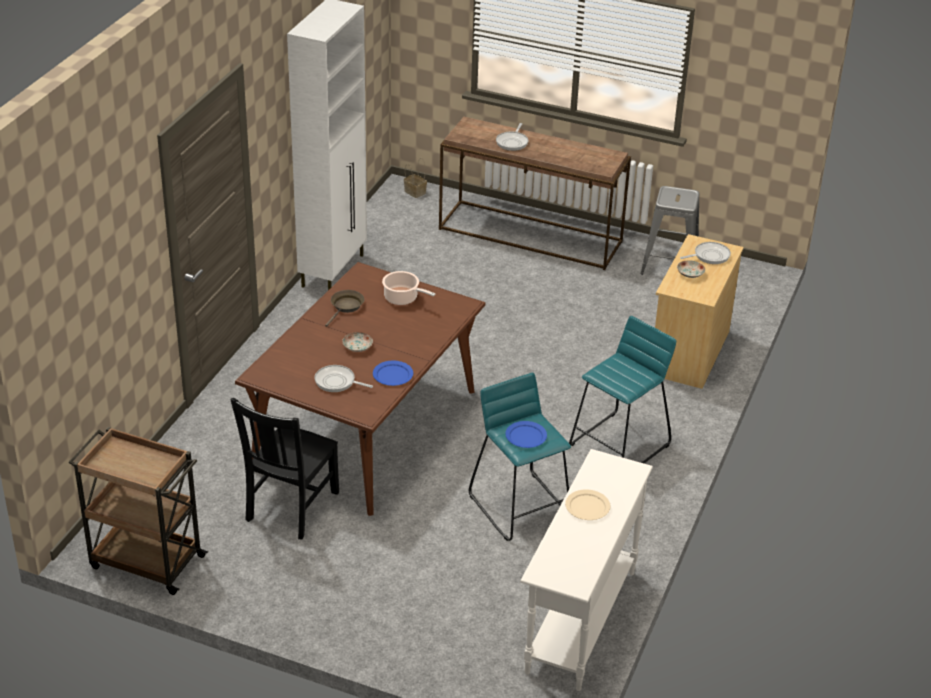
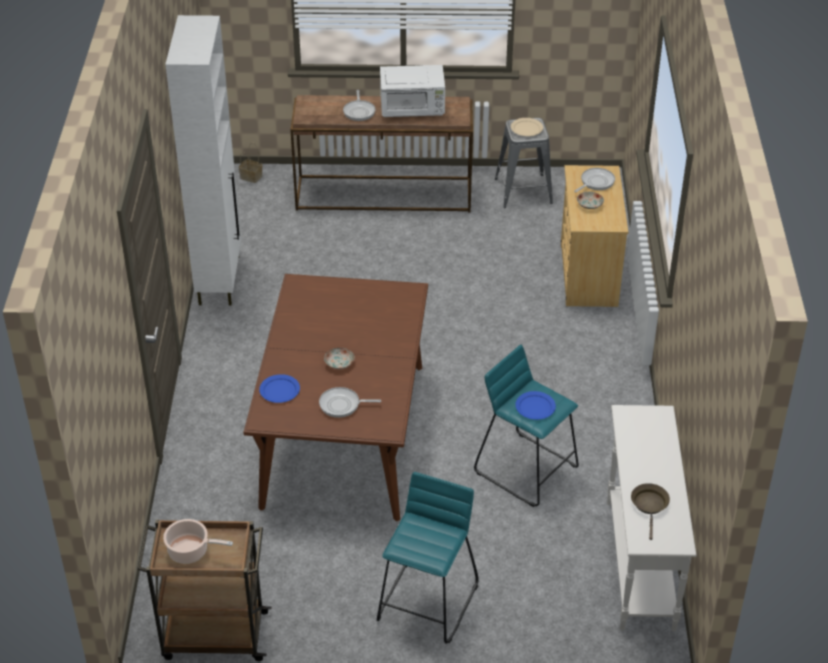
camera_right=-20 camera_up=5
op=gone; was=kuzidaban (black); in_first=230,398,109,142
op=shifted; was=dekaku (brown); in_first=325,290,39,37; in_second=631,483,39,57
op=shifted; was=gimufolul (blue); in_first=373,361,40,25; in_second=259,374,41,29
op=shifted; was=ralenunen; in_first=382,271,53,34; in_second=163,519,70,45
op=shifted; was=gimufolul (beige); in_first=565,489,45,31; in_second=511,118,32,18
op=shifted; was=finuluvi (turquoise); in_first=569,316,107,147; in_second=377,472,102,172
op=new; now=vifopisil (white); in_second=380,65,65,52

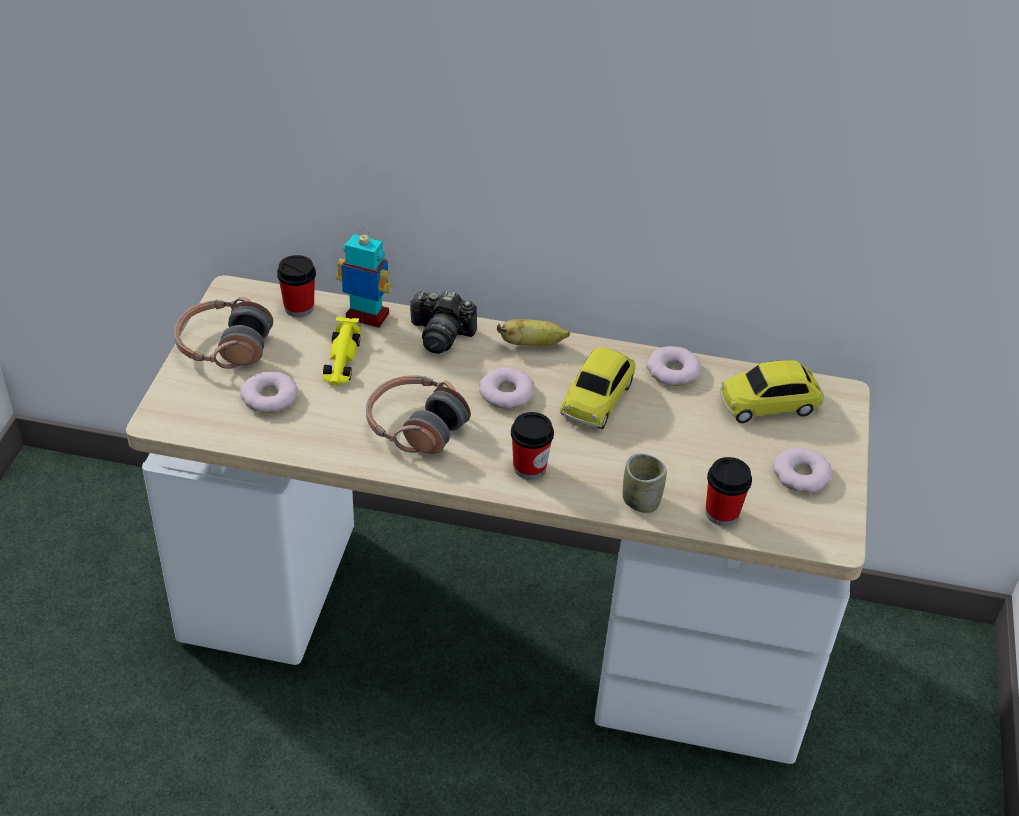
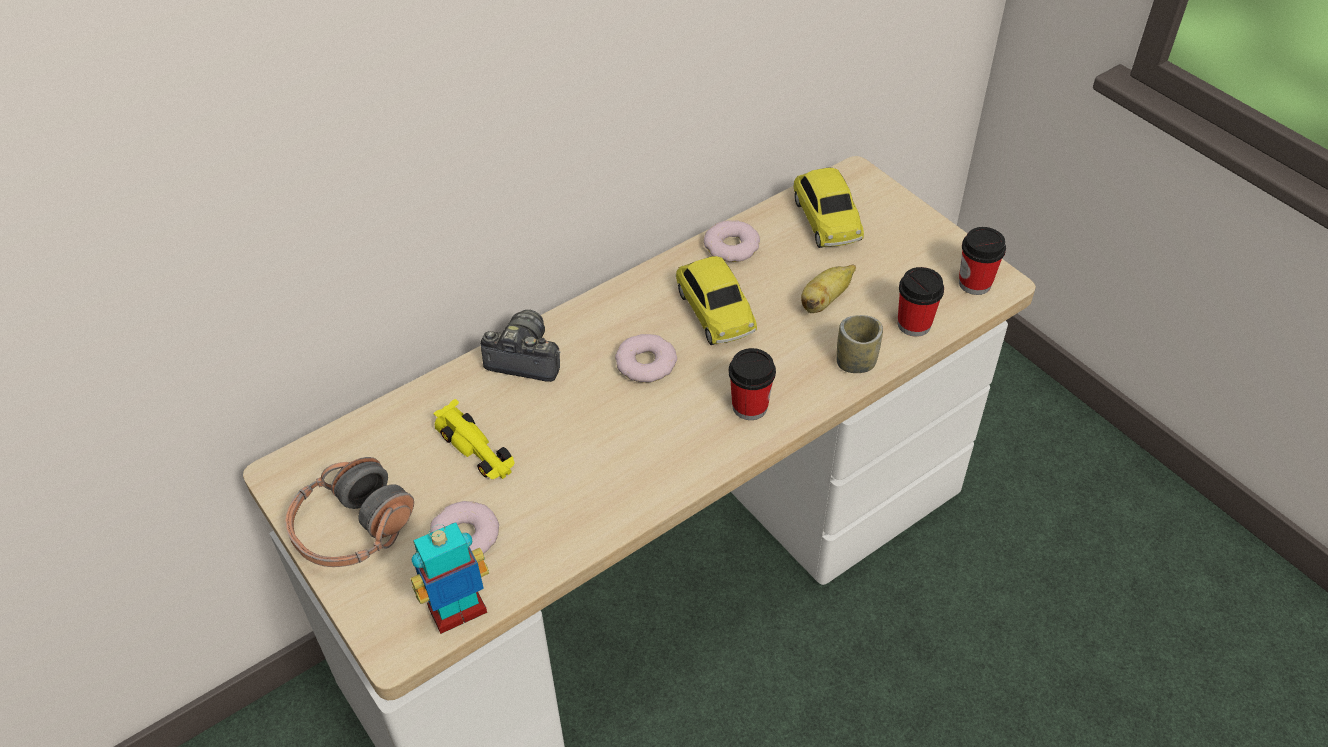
camera_right=-45 camera_up=5
op=shifted; was=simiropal; in_first=277,255,39,62; in_second=959,227,47,68
op=shifted; was=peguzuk; in_first=336,227,57,101; in_second=411,522,78,112
op=gone; was=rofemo; in_first=366,375,105,79
op=rotated; was=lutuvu; in_first=409,290,68,64; in_second=481,310,79,72; clockwise=-135
op=shifted; was=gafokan; in_first=497,319,73,27; in_second=801,264,55,49
op=rotated; was=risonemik; in_first=720,360,104,63; in_second=793,167,71,81; clockwise=-45
op=gone; was=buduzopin; in_first=773,447,59,46

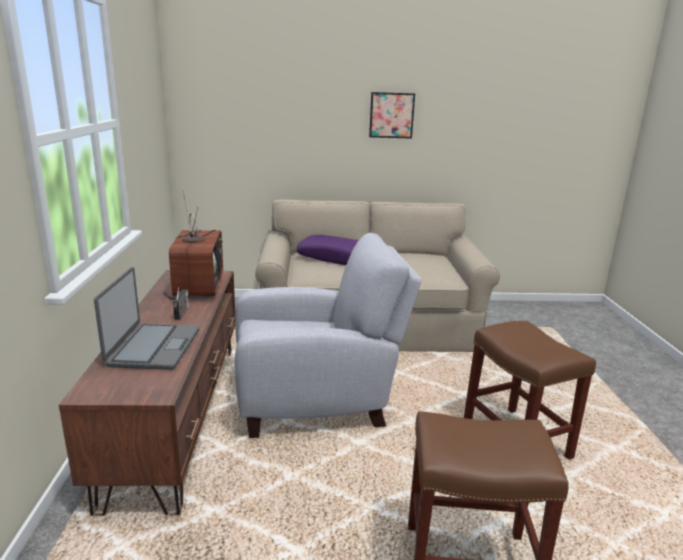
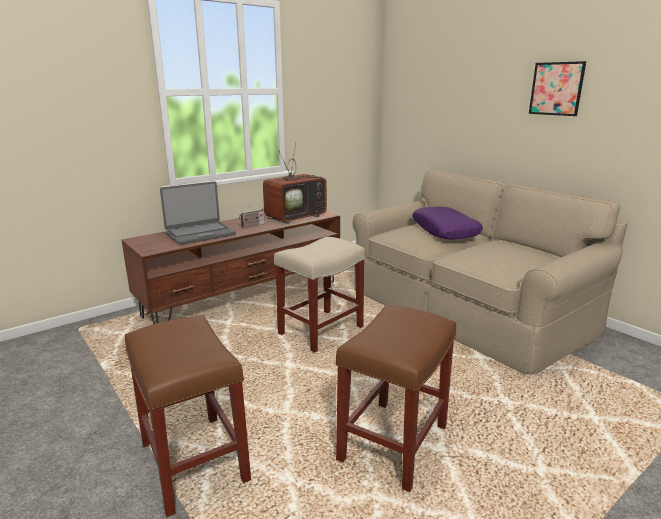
camera_right=55 camera_up=0
op=swapped; was=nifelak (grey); now=finuluvi (beige); in_first=235,233,187,205; in_second=274,237,91,116

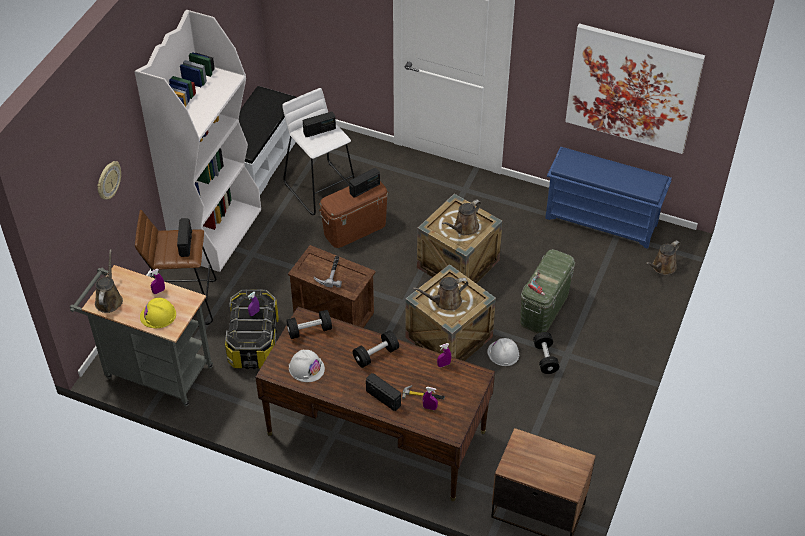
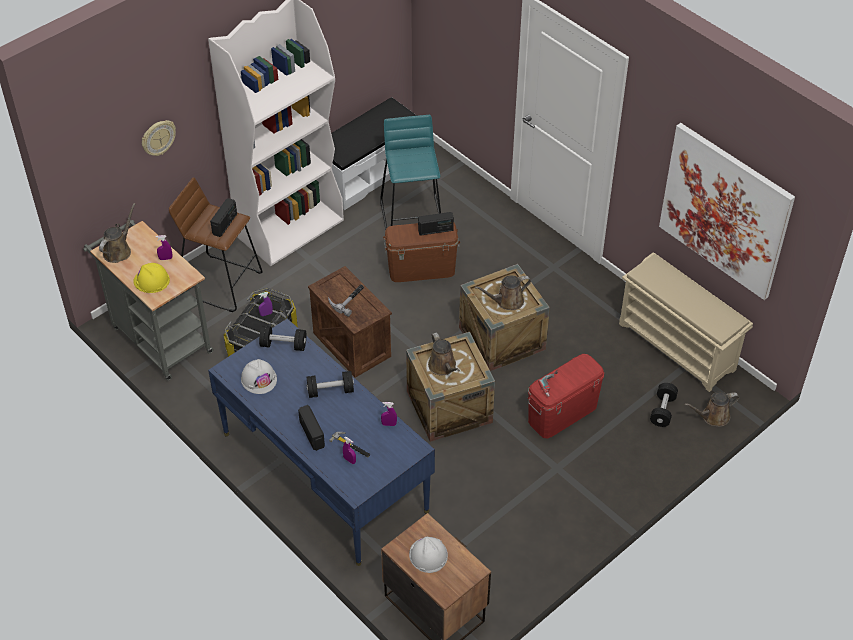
camera_right=25 camera_up=0
op=repainted; was=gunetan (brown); now=gunetan (blue); in_first=255,307,240,194; in_second=208,319,227,247
op=repainted; was=finuluvi (white); now=finuluvi (turquoise); in_first=282,88,72,127; in_second=380,115,61,116
op=gone; was=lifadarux; in_first=303,112,33,25
op=rotated; was=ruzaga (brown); in_first=413,277,55,34; in_second=428,333,32,42; clockwise=-120
op=shifted; was=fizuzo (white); in_first=487,338,32,28; in_second=409,537,39,36
op=repainted; was=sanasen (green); now=sanasen (red); in_first=520,249,55,84; in_second=527,354,77,85
op=shifted; was=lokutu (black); in_first=533,332,26,42; in_second=650,383,28,44
op=repainted; was=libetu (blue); now=libetu (beige); in_first=545,147,127,102; in_second=619,252,134,140

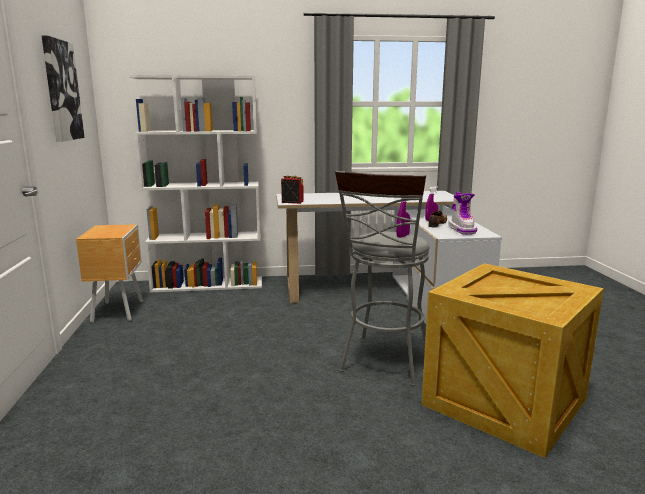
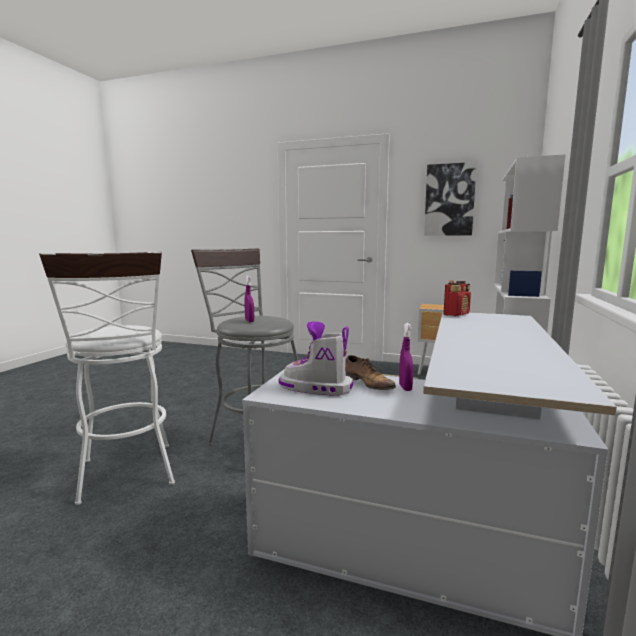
camera_right=115 camera_up=-5
op=swapped; was=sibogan; now=finuluvi (white); in_first=422,263,182,195; in_second=39,252,136,253

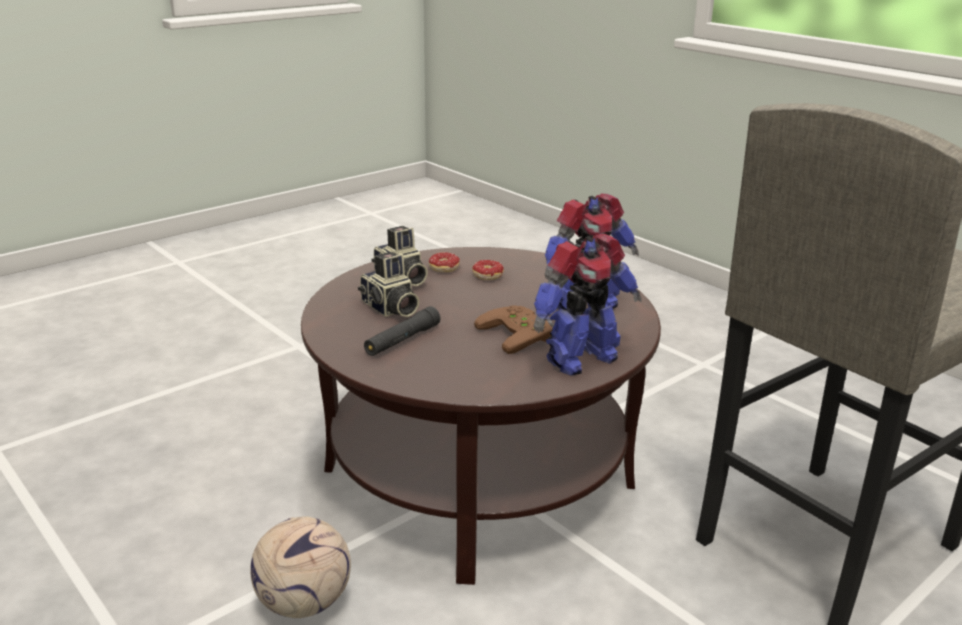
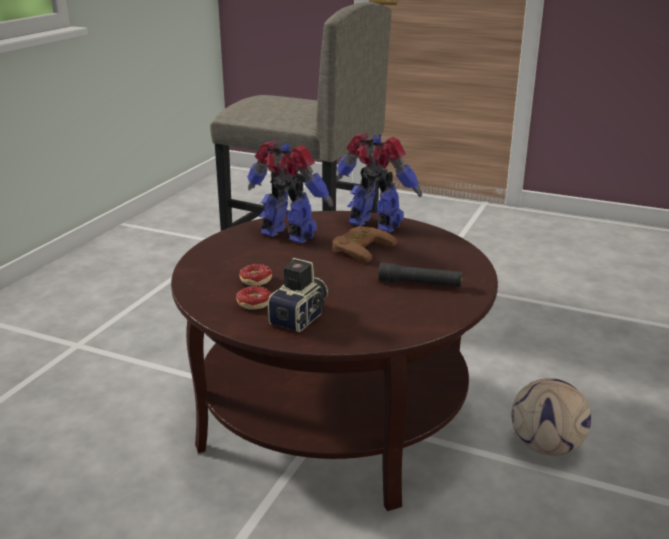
camera_right=-115 camera_up=0
op=gone; was=lutuvu; in_first=358,252,61,65

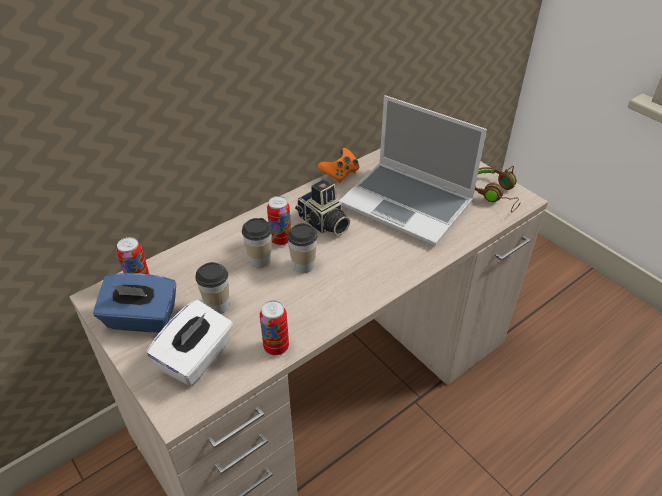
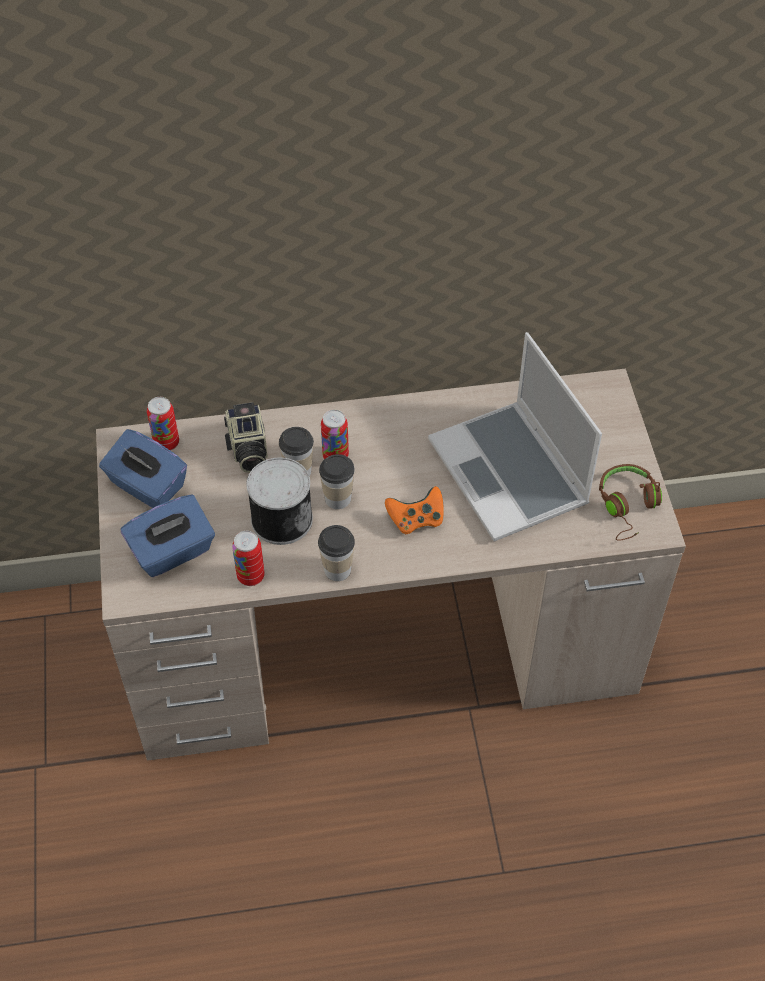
camera_right=30 camera_up=10
op=repainted; was=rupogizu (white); now=rupogizu (blue); in_first=147,300,86,86; in_second=121,494,94,83
op=shifted; was=simiropal; in_first=196,262,33,52; in_second=318,525,37,56
op=shifted; was=lutuvu; in_first=295,179,55,56; in_second=224,402,44,71
op=shifted; was=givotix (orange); in_first=317,148,42,35; in_second=385,486,59,49
op=new; now=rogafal; in_second=246,457,67,88

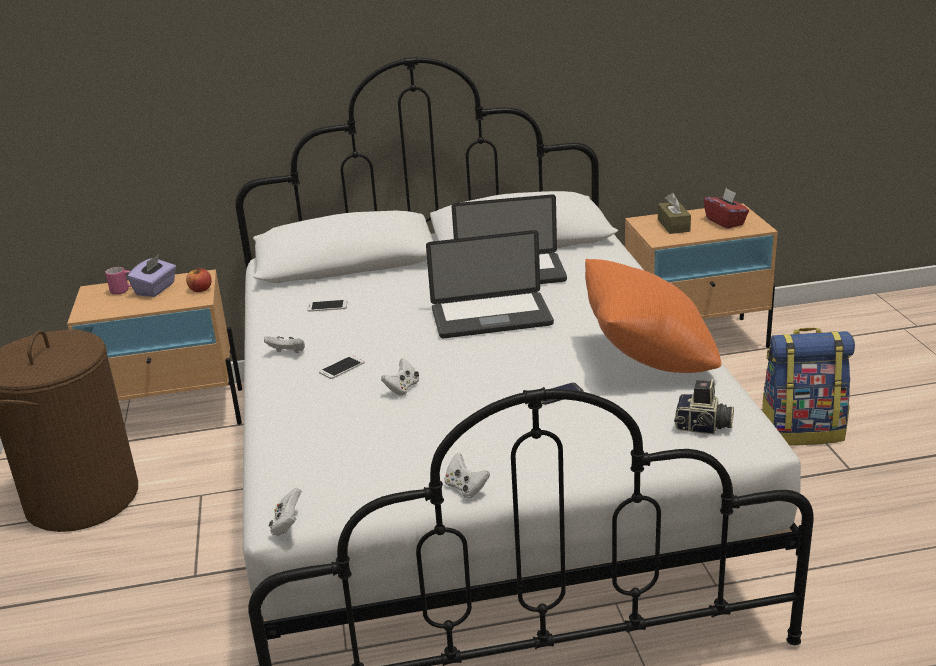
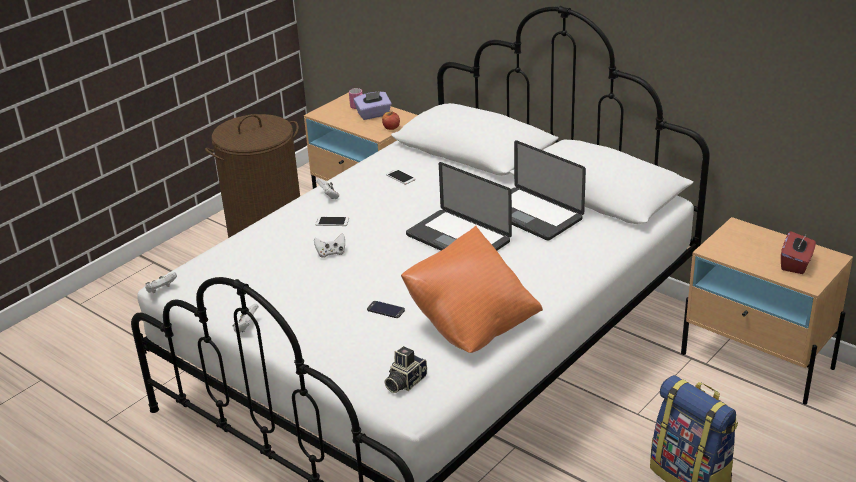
camera_right=50 camera_up=5
op=gone; was=rupogizu (brown); in_first=658,193,33,41
op=rotated; was=lutuvu; in_first=674,379,60,55; in_second=384,347,43,46; clockwise=60

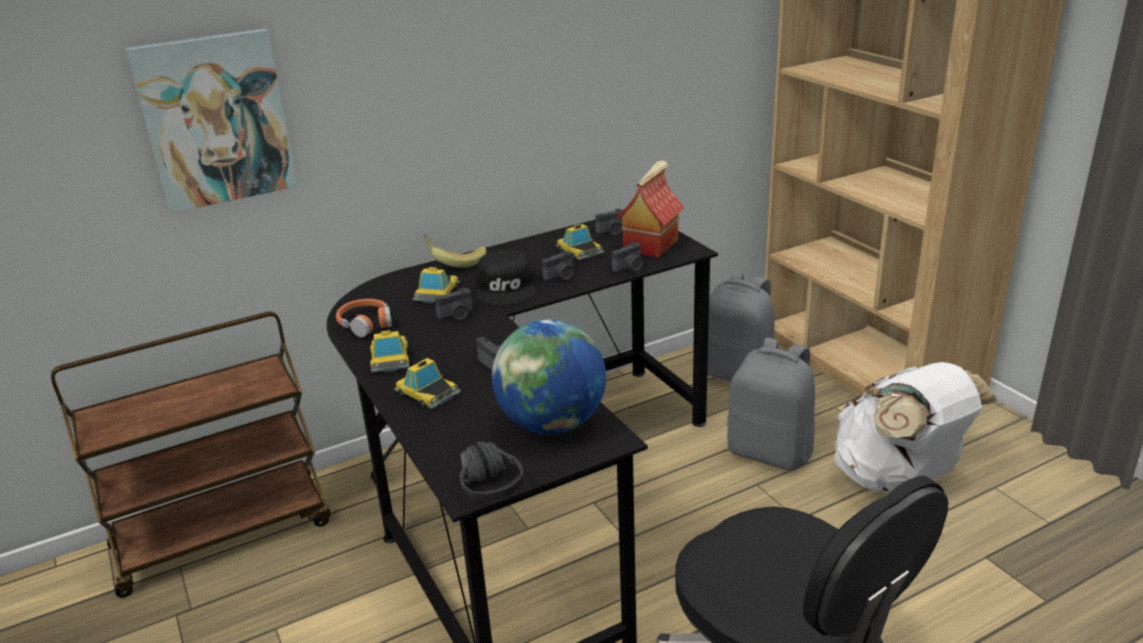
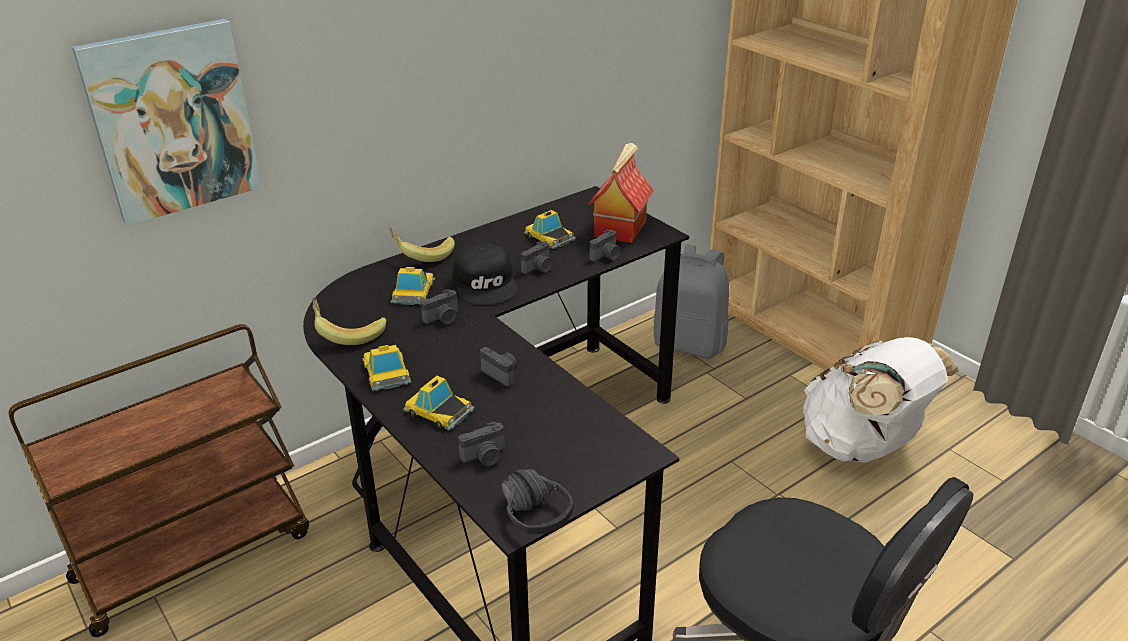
camera_right=-10 camera_up=5
op=swapped; was=rofemo (orange); now=gafokan; in_first=336,299,56,38; in_second=312,298,74,47
op=gone; was=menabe; in_first=492,319,114,115
op=shifted; was=lutuvu; in_first=595,209,27,27; in_second=458,422,47,45
op=gone; was=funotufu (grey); in_first=727,338,88,133

